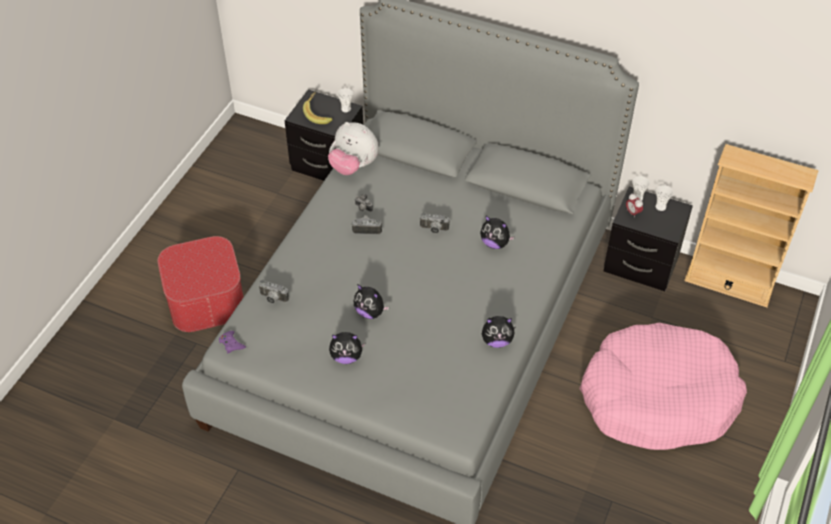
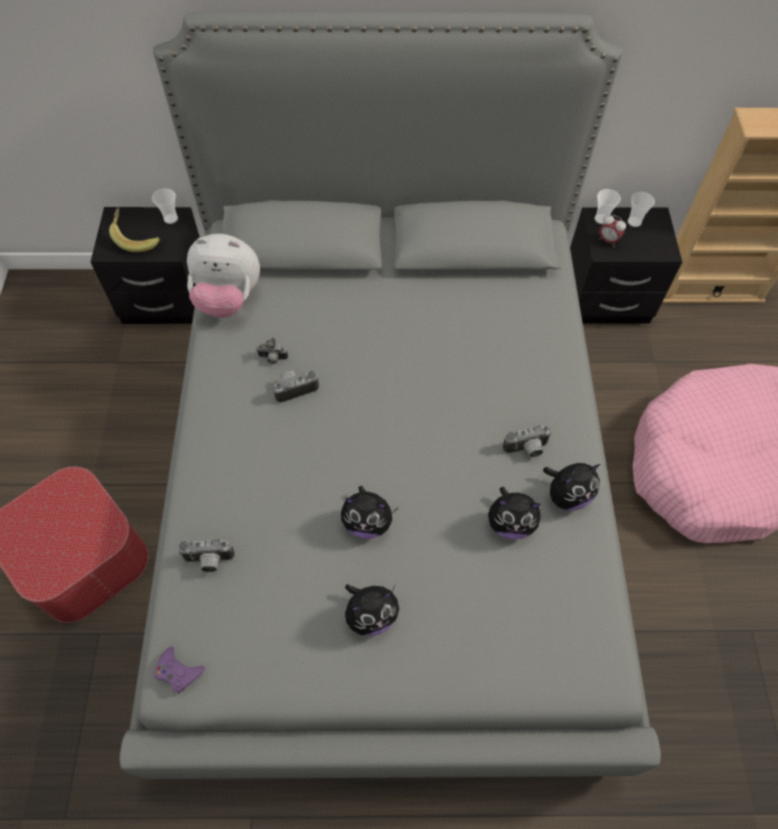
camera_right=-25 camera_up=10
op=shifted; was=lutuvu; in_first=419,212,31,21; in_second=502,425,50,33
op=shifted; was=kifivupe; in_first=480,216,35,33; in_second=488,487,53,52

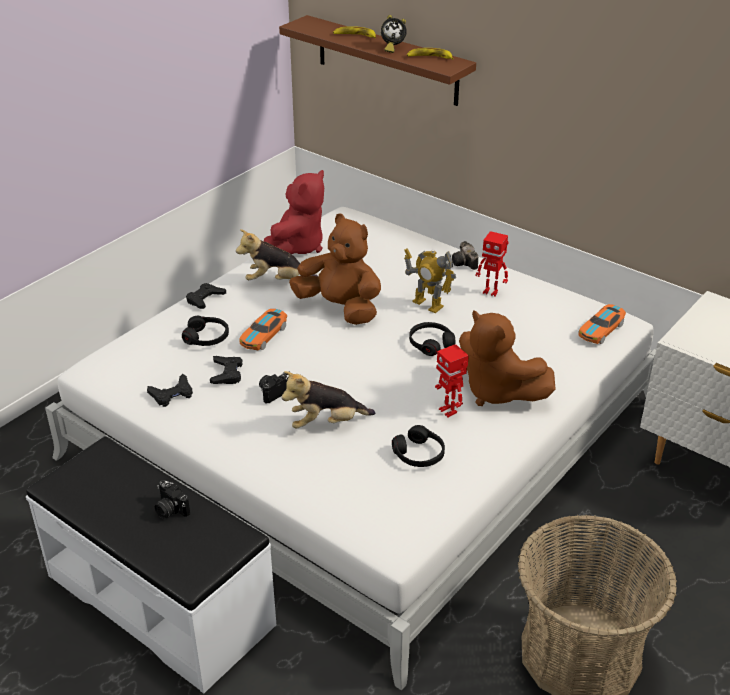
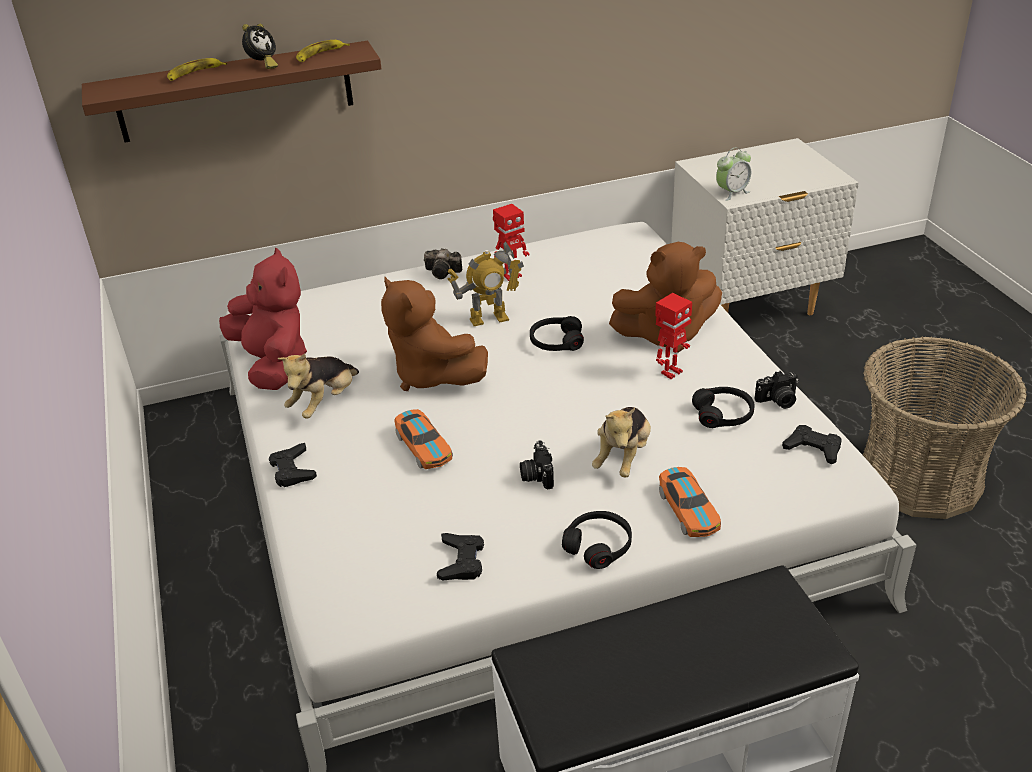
camera_right=-55 camera_up=0
op=shifted; was=lutuvu; in_first=155,480,35,39; in_second=754,371,44,38
op=shifted; was=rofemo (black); in_first=182,316,47,30; in_second=562,511,70,58
op=shifted; was=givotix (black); in_first=210,356,33,28; in_second=782,425,60,39
op=rotated; was=kifivupe (brown); in_first=289,214,92,111; in_second=381,277,107,114; clockwise=-105
op=rotated; was=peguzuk; in_first=435,344,34,74; in_second=655,293,37,87; clockwise=-45
op=shifted; was=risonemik; in_first=578,304,48,40; in_second=659,467,62,70
op=new; now=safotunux; in_second=716,147,35,54

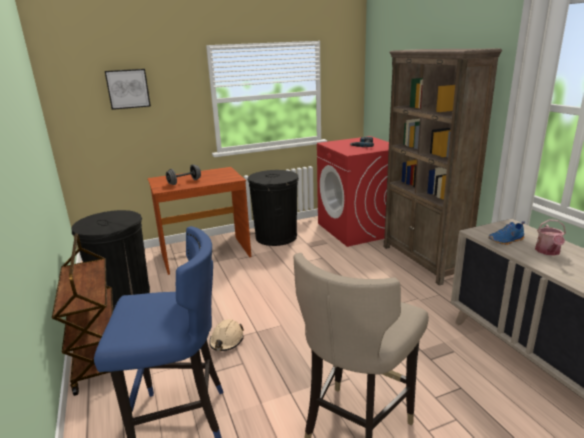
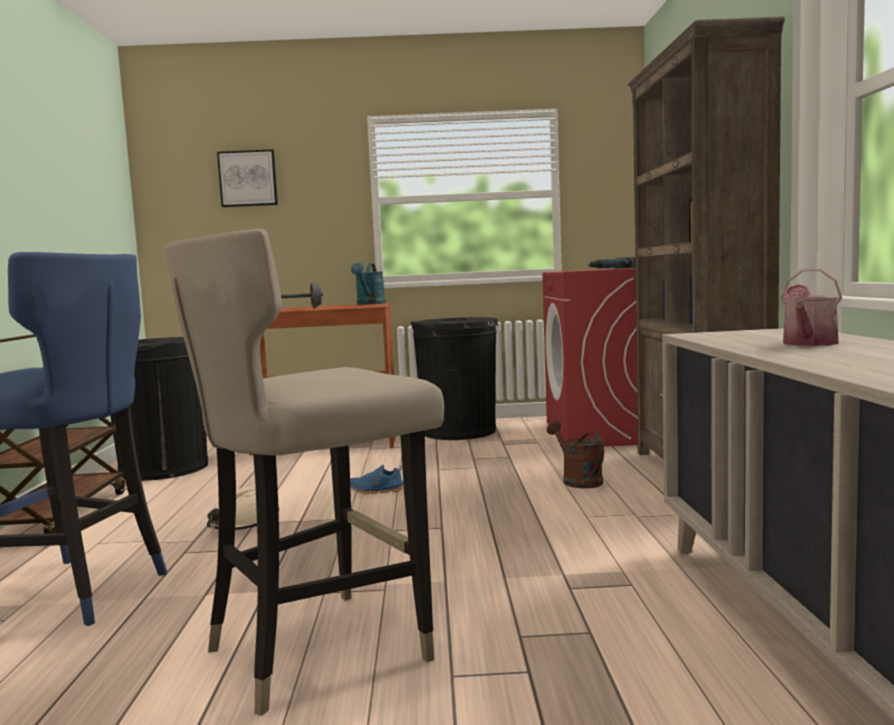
camera_right=20 camera_up=-15
op=shifted; was=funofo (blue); in_first=489,221,36,24; in_second=350,465,54,29
op=new; now=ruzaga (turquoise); in_second=351,263,35,42
op=new; now=ruzaga (brown); in_second=547,421,57,68

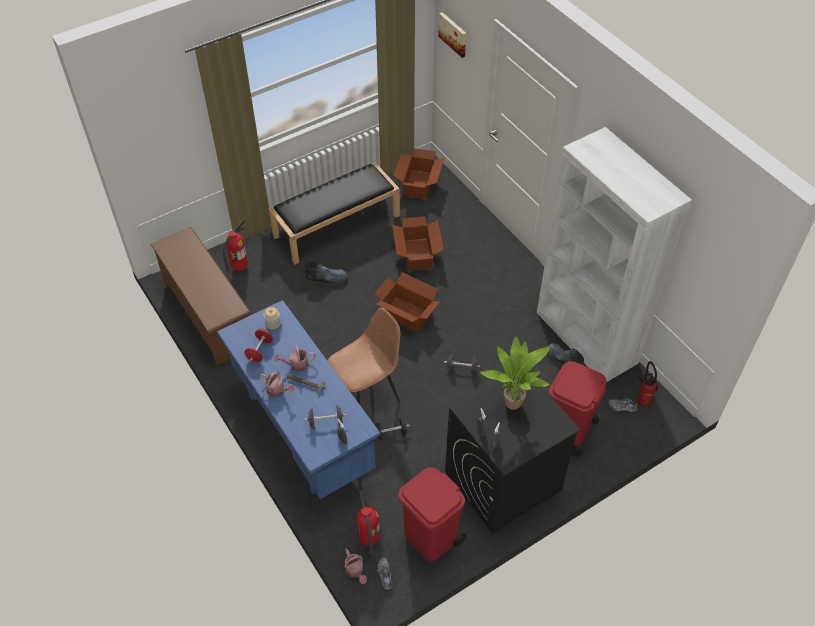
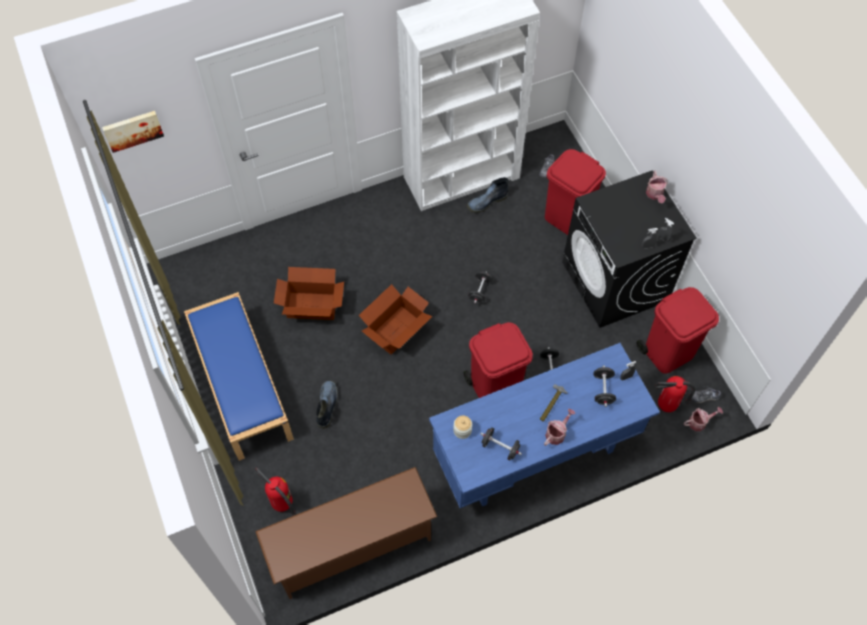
camera_right=-80 camera_up=10
op=repainted; was=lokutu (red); now=lokutu (black); in_first=244,329,29,33; in_second=480,427,42,33
op=repainted; was=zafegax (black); now=zafegax (blue); in_first=269,162,131,102; in_second=184,292,110,169
op=shifted; was=ruzaga; in_first=275,346,41,26; in_second=646,171,22,33
op=swapped; was=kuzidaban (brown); now=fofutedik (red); in_first=328,307,72,97; in_second=464,322,69,76
op=gone; was=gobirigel; in_first=393,148,52,51
op=gone; was=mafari; in_first=480,337,70,73
op=gone; was=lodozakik; in_first=637,361,21,45

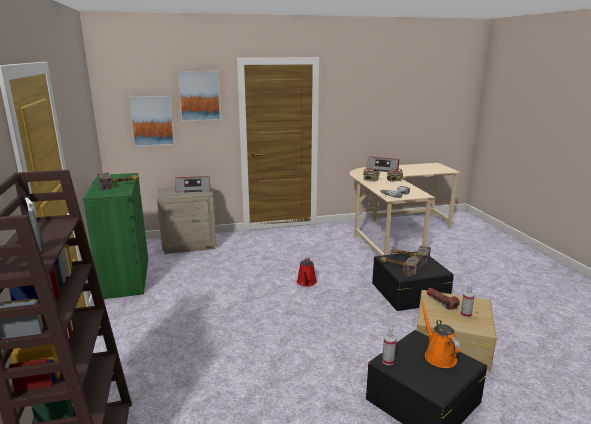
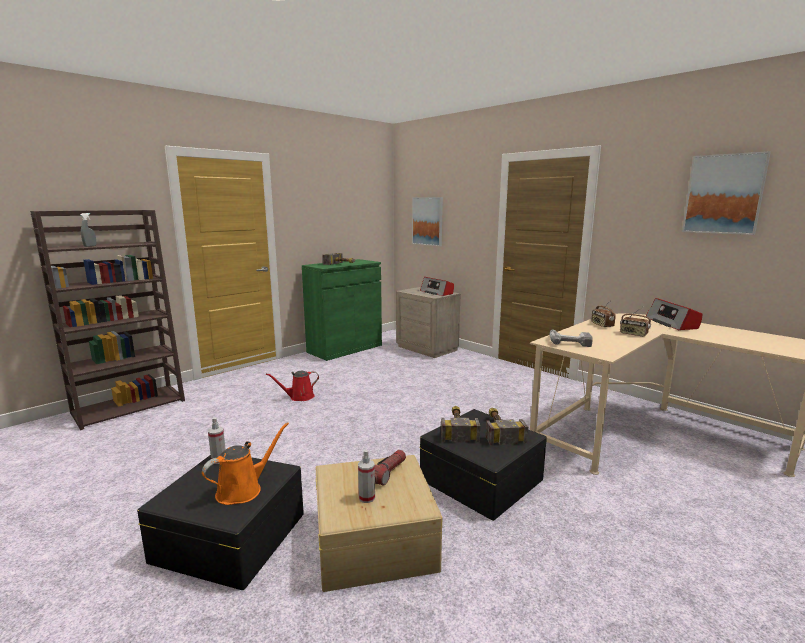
camera_right=60 camera_up=-5
op=shifted; was=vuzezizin; in_first=177,71,44,50; in_second=682,151,89,84
op=shifted; was=ruzaga (red); in_first=297,257,20,30; in_second=266,371,53,30

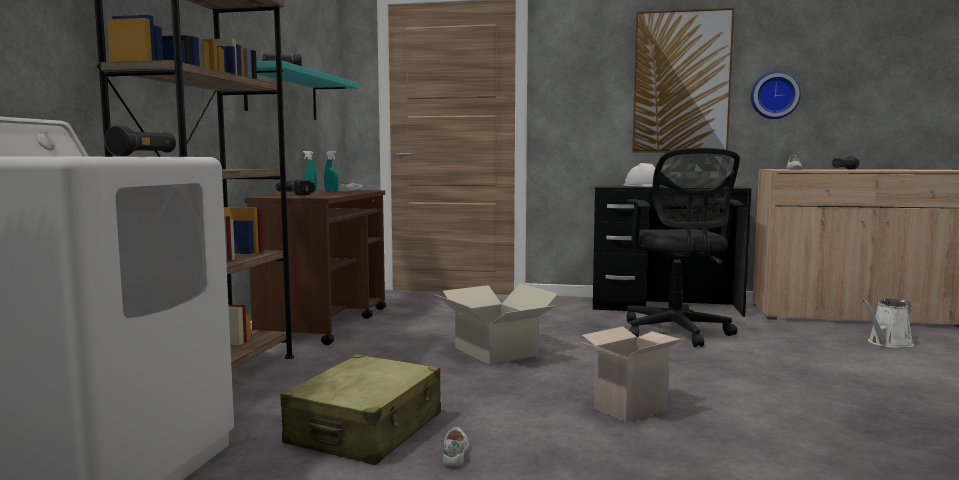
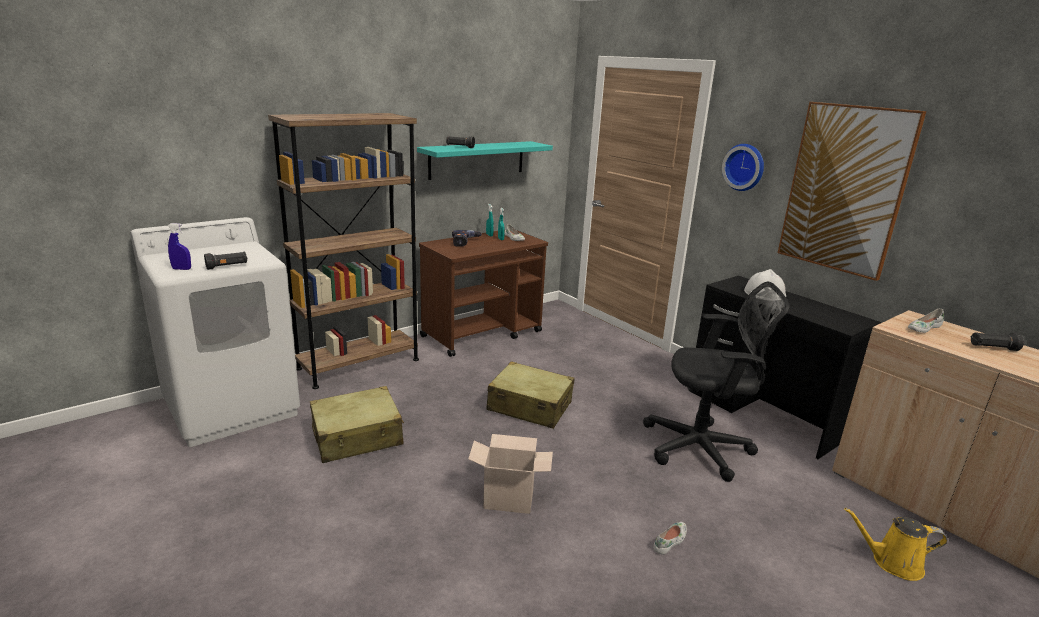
camera_right=40 camera_up=15
op=swapped; was=gobirigel; now=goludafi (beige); in_first=434,284,124,81; in_second=487,361,87,68
op=shifted; was=funofo (white); in_first=443,427,26,39; in_second=654,522,33,33
op=rotated; was=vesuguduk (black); in_first=627,148,117,199; in_second=643,281,146,201; clockwise=-120
op=shifted; was=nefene; in_first=751,71,50,48; in_second=722,144,42,47
op=repainted; was=ruzaga (white); now=ruzaga (yellow); in_first=862,298,52,50; in_second=844,508,103,73
op=new; now=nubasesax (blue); in_second=168,223,23,47

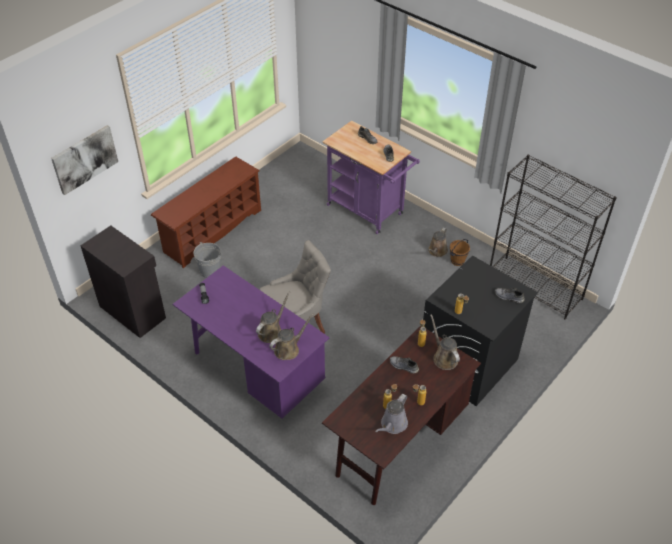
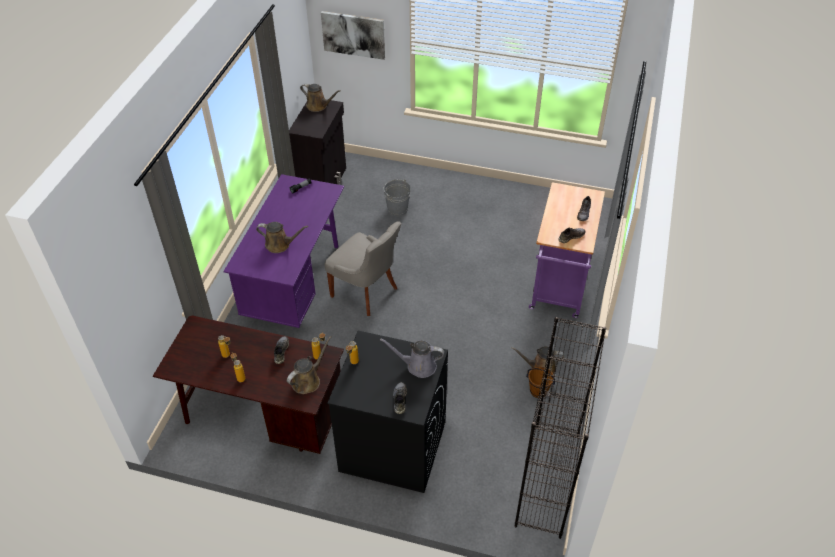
camera_right=65 camera_up=0
op=gone; was=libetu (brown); in_first=151,157,110,111
op=shifted; was=ruzaga (brown); in_first=269,313,45,47; in_second=300,83,41,29
op=shifted; was=ruzaga (grey); in_first=375,394,33,40; in_second=380,338,64,40

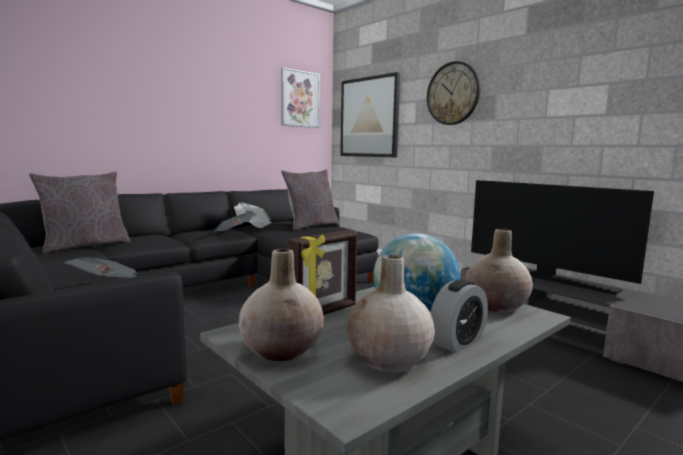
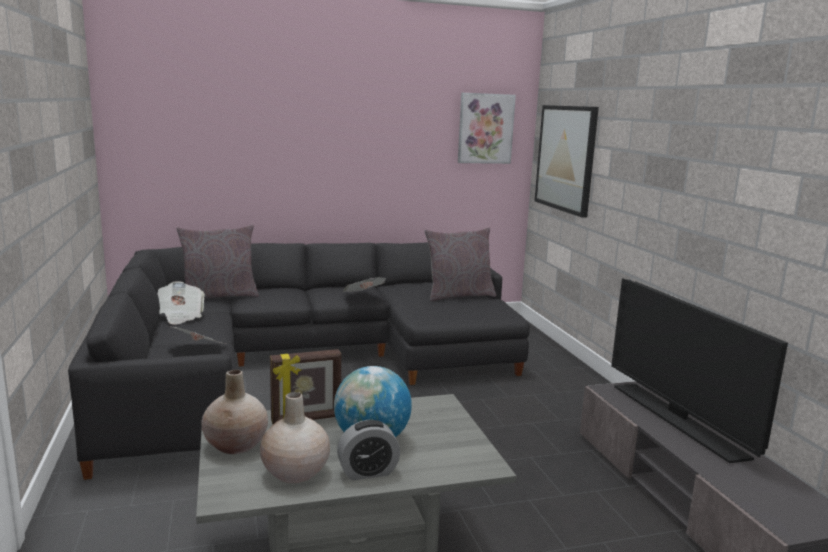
camera_right=25 camera_up=5
op=shifted; was=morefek; in_first=234,203,38,25; in_second=157,281,48,44
op=gone; was=nefene; in_first=427,61,53,64
op=gone; was=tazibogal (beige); in_first=465,229,68,84

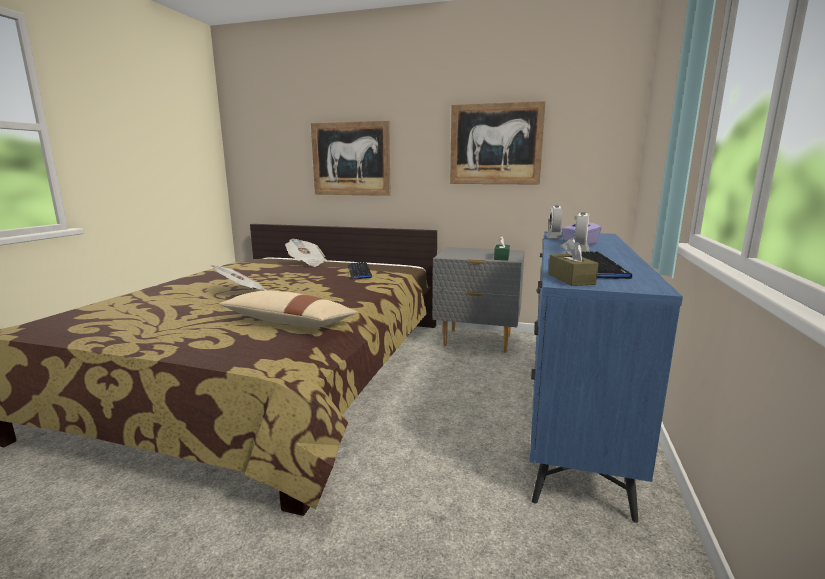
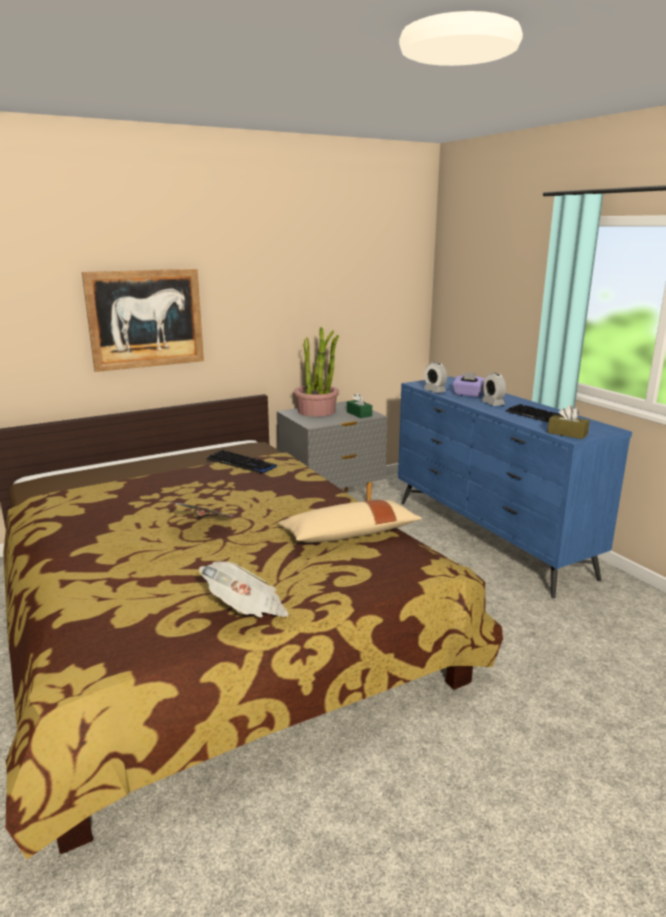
camera_right=-45 camera_up=5
op=shifted; was=morefek; in_first=285,239,42,28; in_second=199,561,90,57
op=gone; was=vuzezizin; in_first=450,101,96,84
op=new; now=mafari; in_second=294,327,45,90

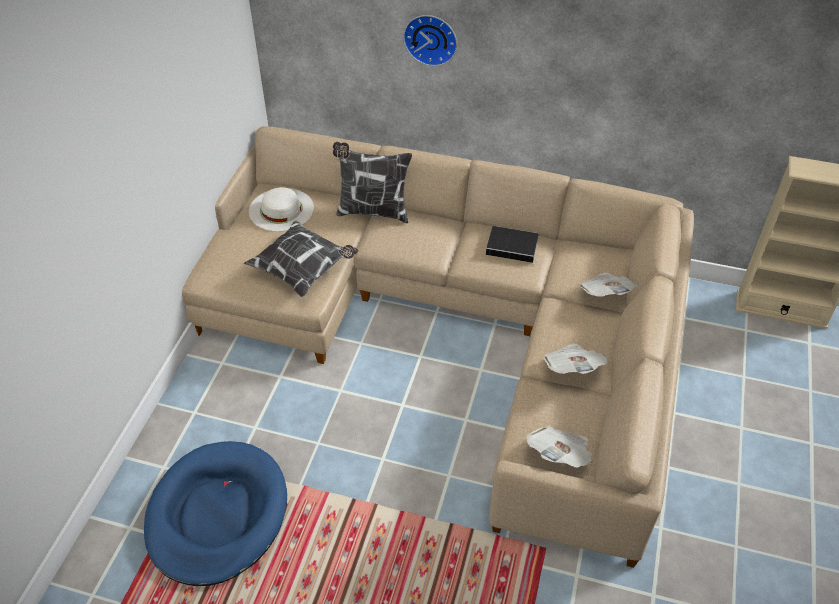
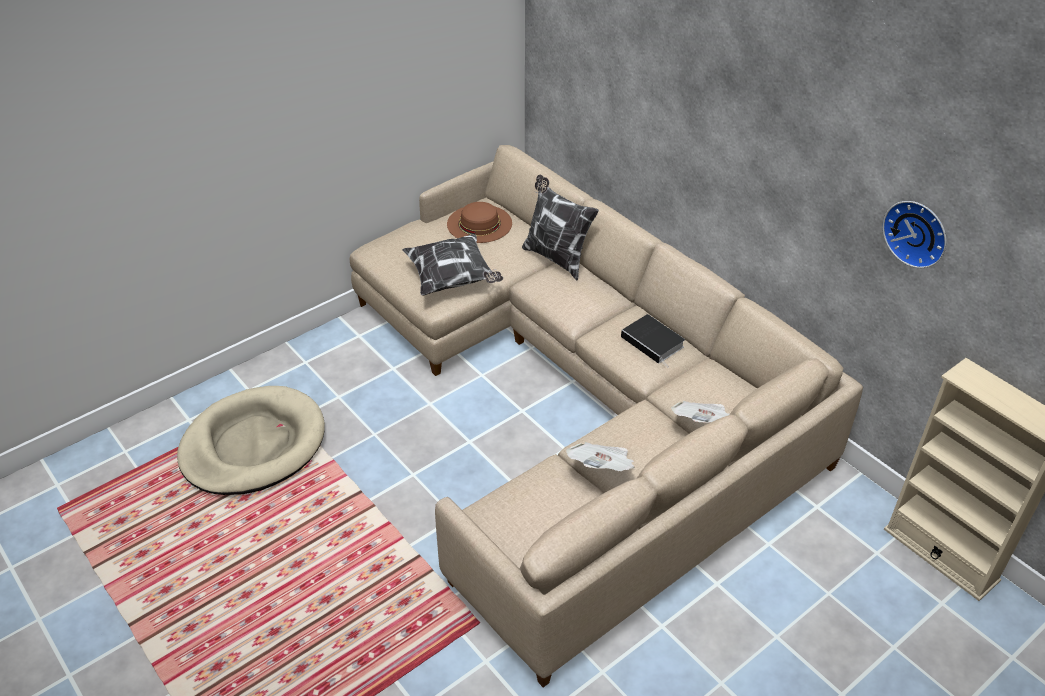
camera_right=35 camera_up=-5
op=repainted; was=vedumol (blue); now=vedumol (beige); in_first=144,441,143,145; in_second=177,386,148,109
op=repainted; was=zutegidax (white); now=zutegidax (brown); in_first=249,187,65,45; in_second=447,202,65,41
op=shifted; was=nefene; in_first=403,15,54,51; in_second=882,201,64,67
op=gone; was=morefek; in_first=526,426,66,42

